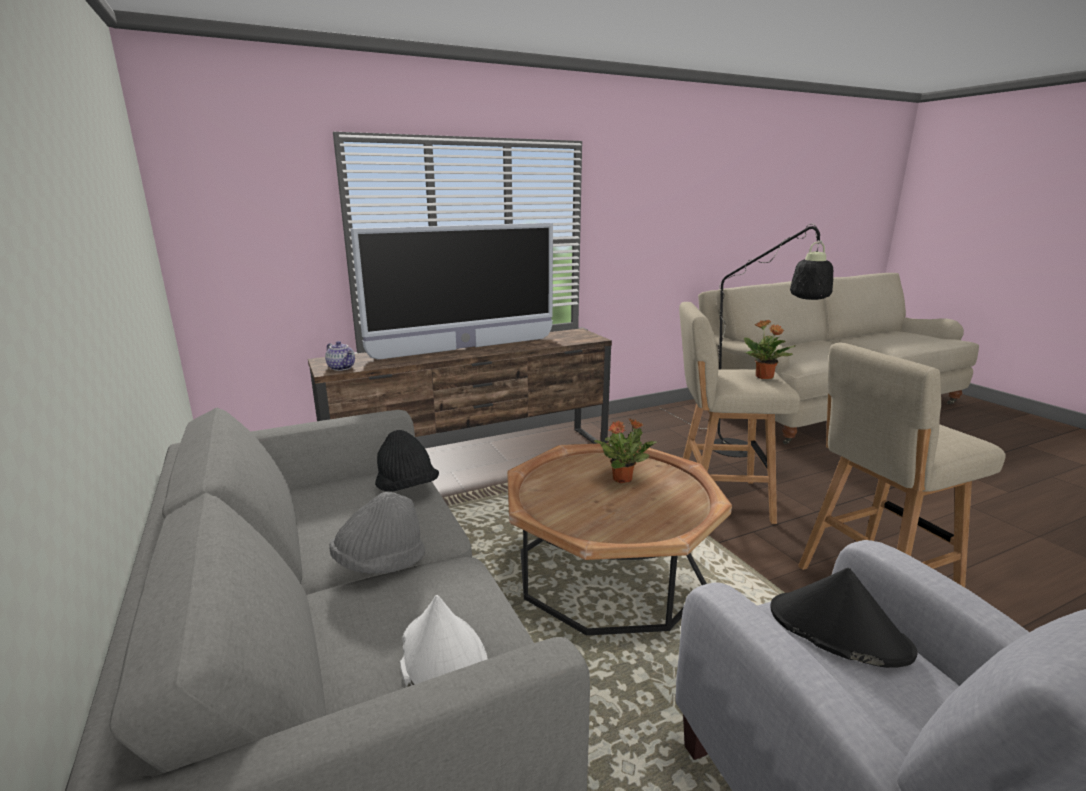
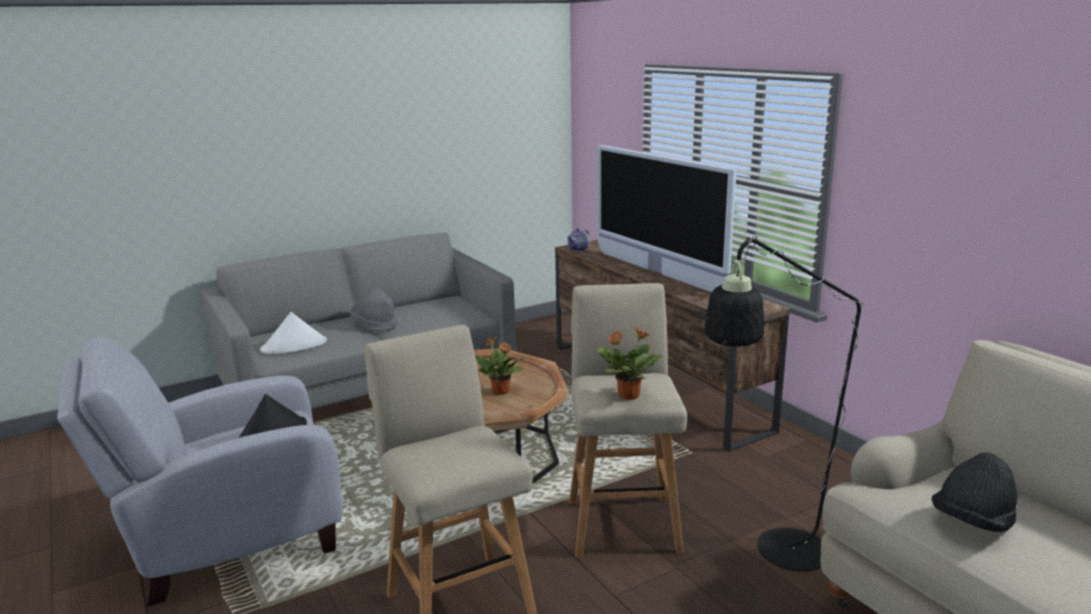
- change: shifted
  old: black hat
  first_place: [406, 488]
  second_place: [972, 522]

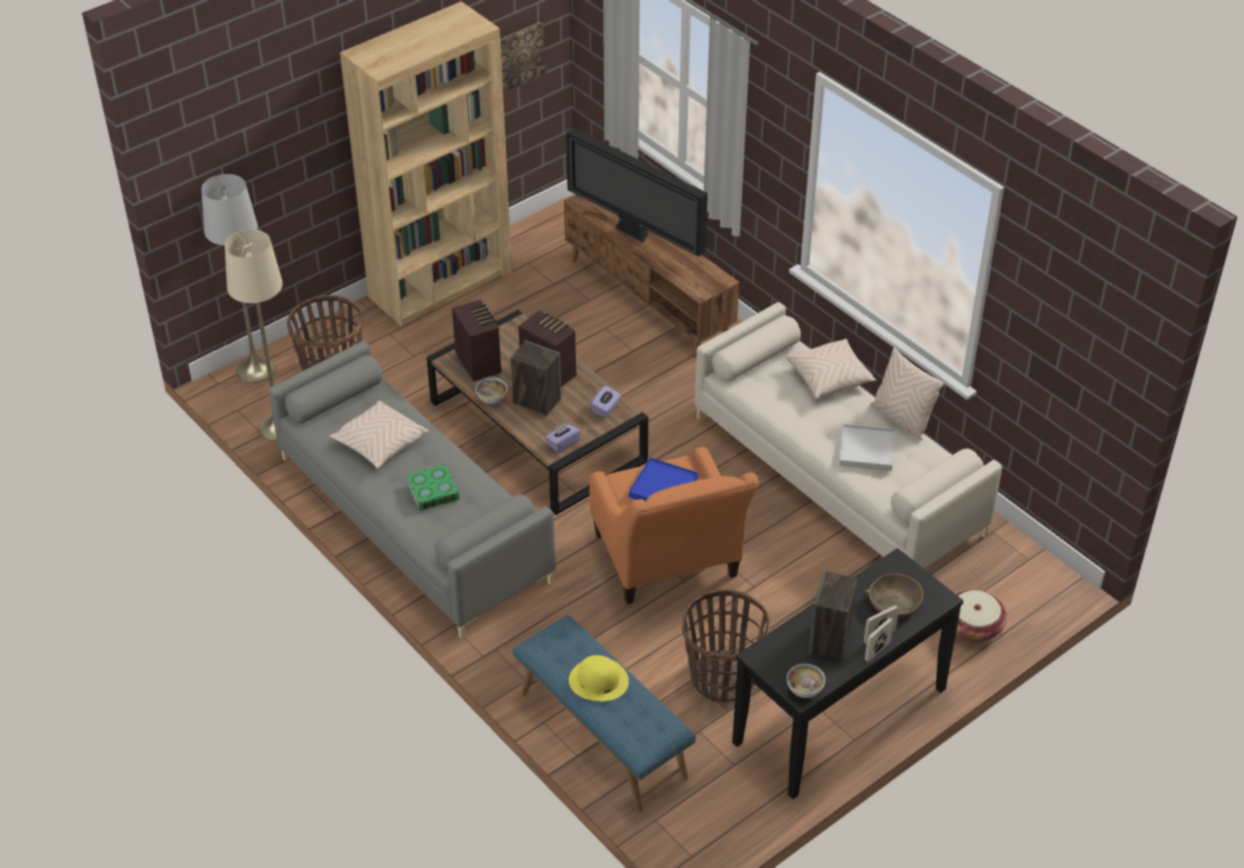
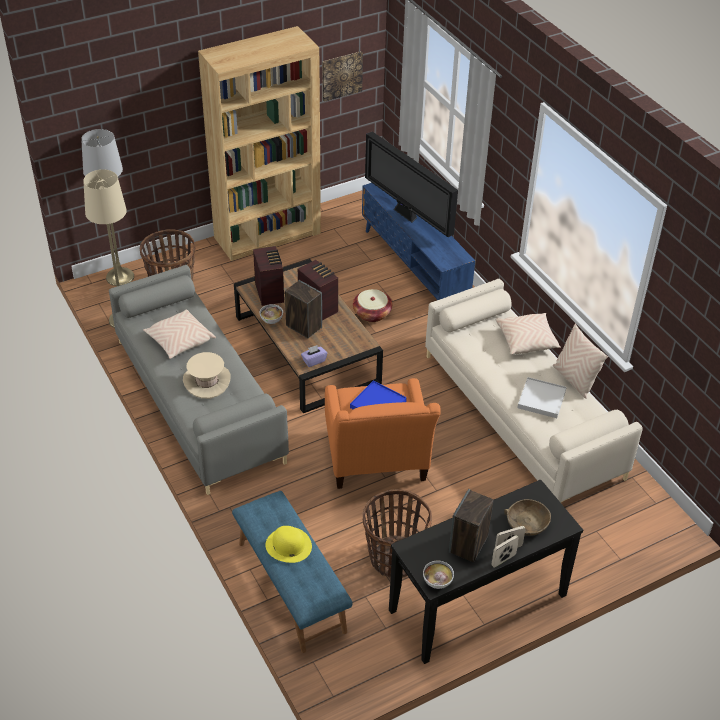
- change: swapped
  old: book
  new: beige hat
  first_place: [433, 491]
  second_place: [207, 381]
- change: repainted
  old: brown tv stand
  new: blue tv stand
  first_place: [649, 299]
  second_place: [414, 266]
- change: gone
  old: purple tissue box
  first_place: [606, 409]
- change: shifted
  old: basket
  first_place: [973, 627]
  second_place: [372, 313]

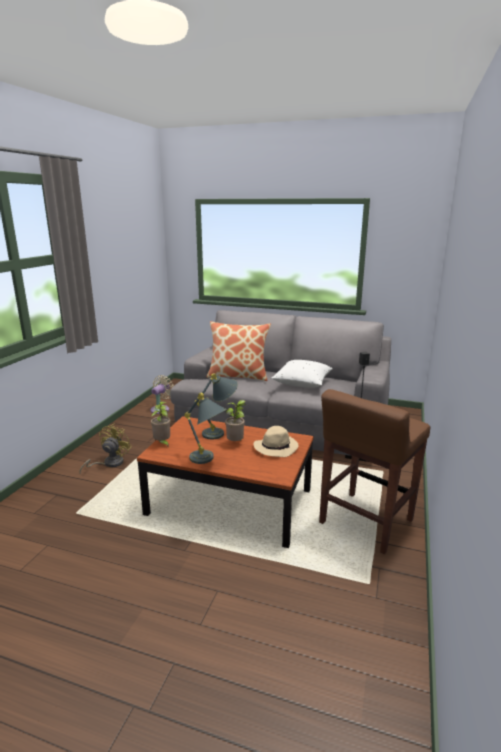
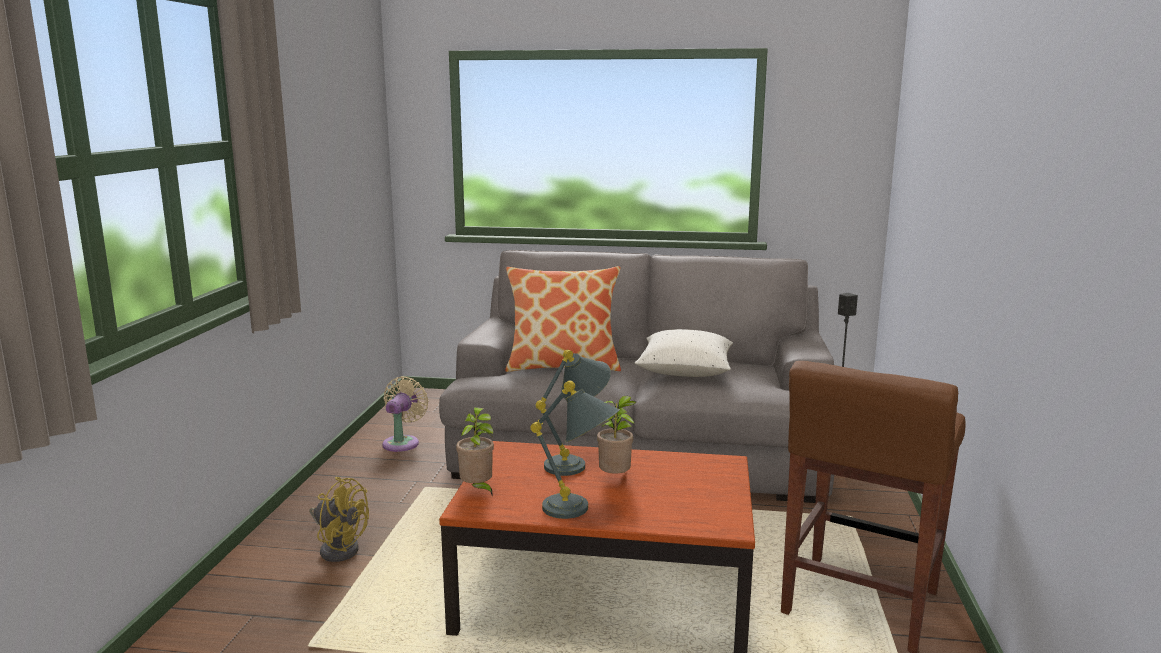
- change: rotated
  old: yellow fan
  first_place: [109, 463]
  second_place: [339, 548]
  degrees: 105
- change: gone
  old: beige hat
  first_place: [276, 447]

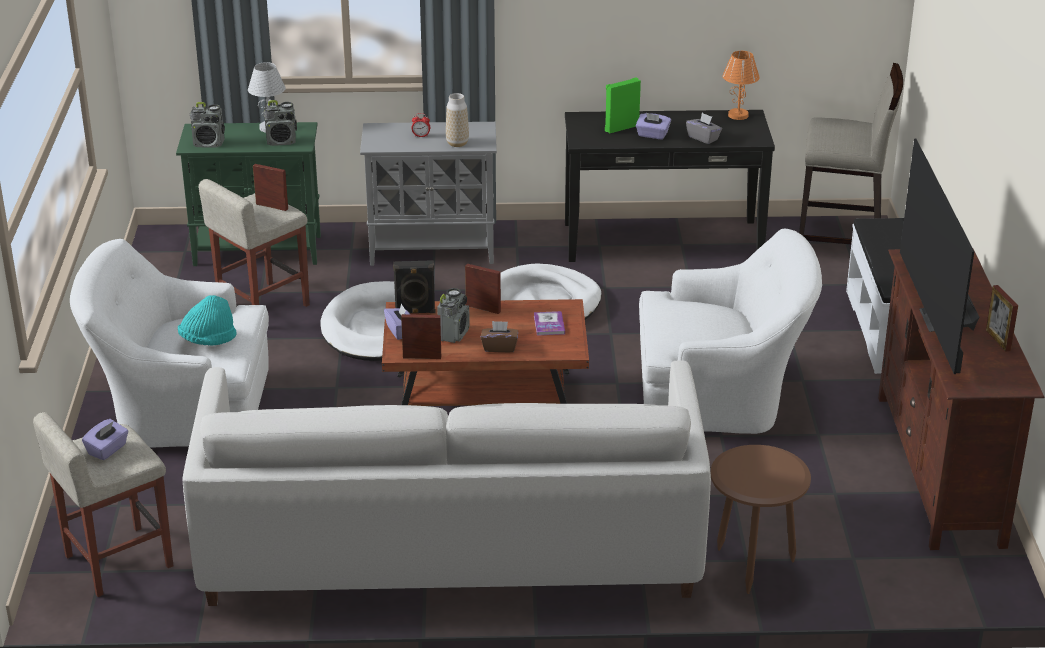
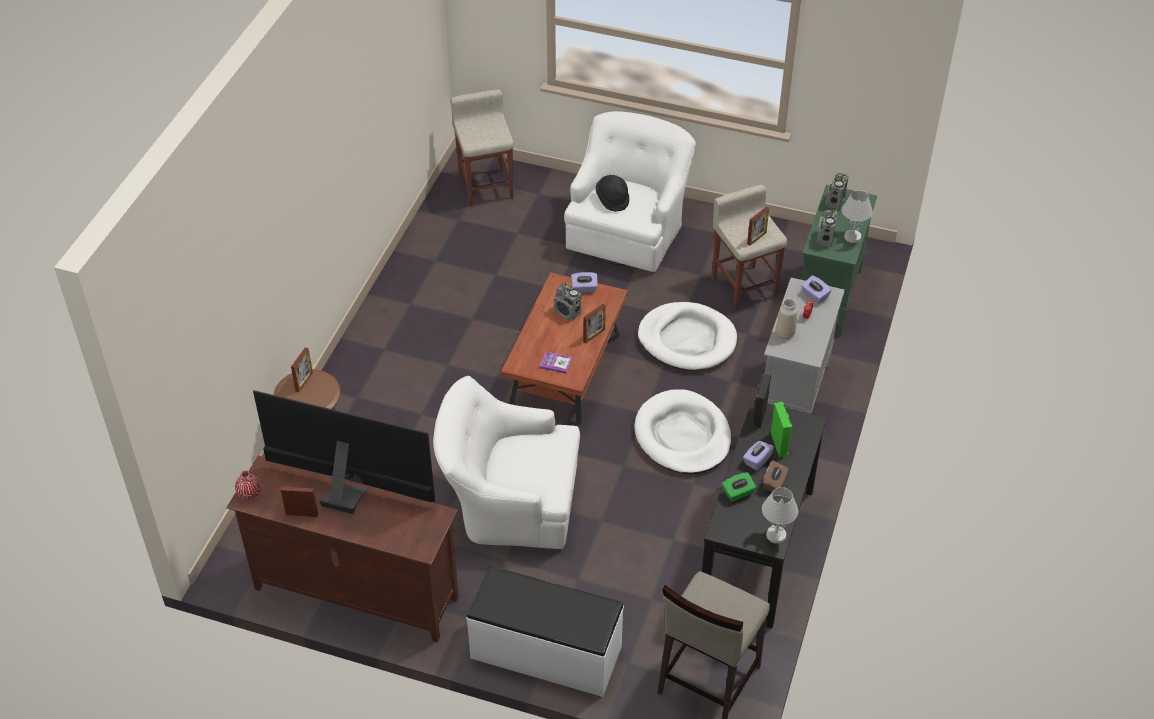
- change: shifted
  old: purple tissue box
  first_place: [107, 450]
  second_place: [814, 296]
- change: repainted
  old: turquoise hat
  new: black hat
  first_place: [208, 340]
  second_place: [613, 199]
- change: gone
  old: white sofa
  first_place: [450, 544]
- change: shifted
  old: black speaker
  first_place: [415, 312]
  second_place: [758, 415]
- change: shifted
  old: picture frame
  first_place: [422, 357]
  second_place: [304, 382]
- change: shifted
  old: brown tissue box
  first_place: [499, 347]
  second_place: [774, 483]
- change: rotated
  old: white armchair
  first_place: [722, 395]
  second_place: [509, 502]
  degrees: 75
- change: repainted
  old: grey tissue box
  new: green tissue box
  first_place: [703, 138]
  second_place: [738, 493]
- change: repainted
  old: orange table lamp
  new: white table lamp
  first_place: [738, 115]
  second_place: [775, 535]
- change: new
  new: red vase
  second_place: [249, 493]

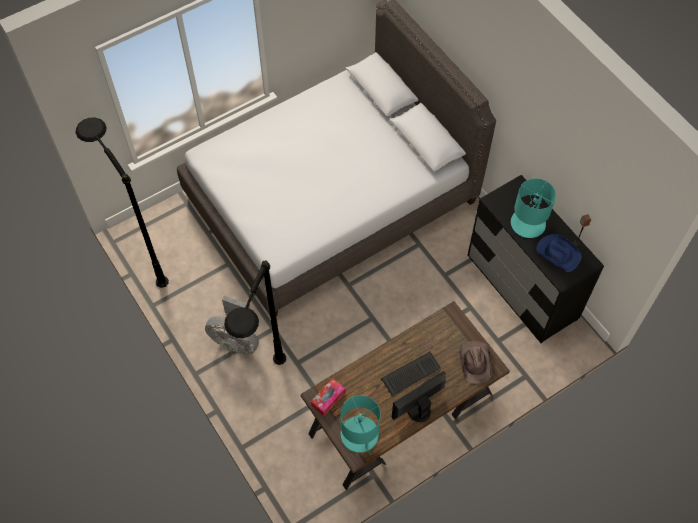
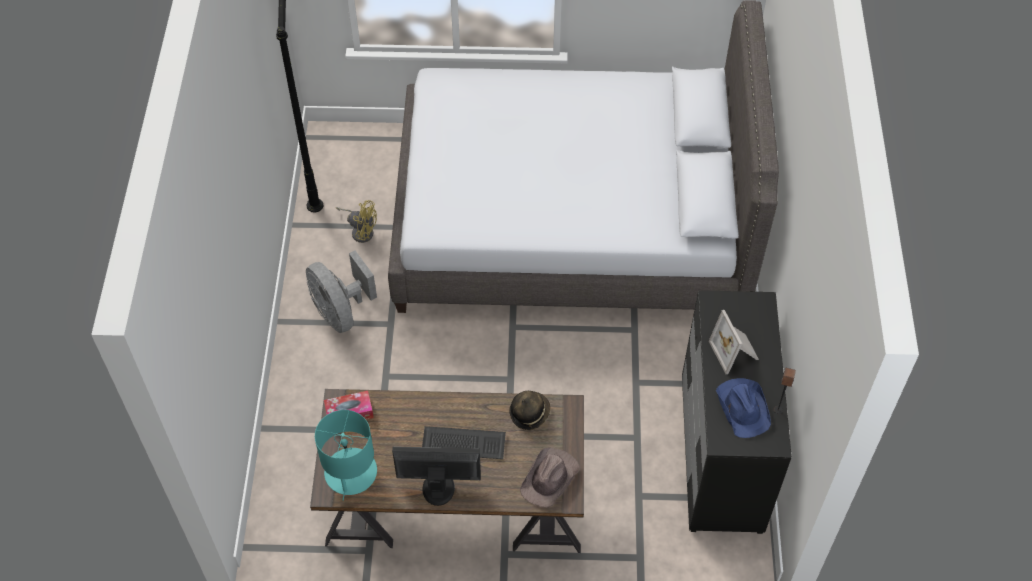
- change: gone
  old: black floor lamp
  first_place: [266, 396]
- change: swapped
  old: turquoise table lamp
  new: picture frame
  first_place: [528, 223]
  second_place: [735, 352]
- change: new
  new: yellow fan
  second_place: [361, 230]
- change: new
  new: hat
  second_place: [529, 413]

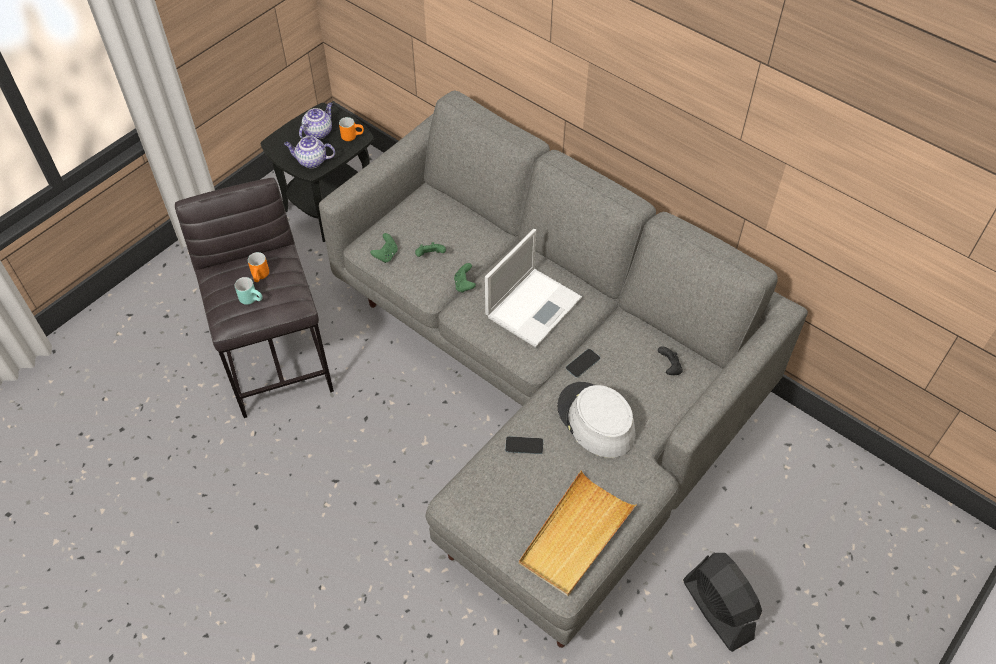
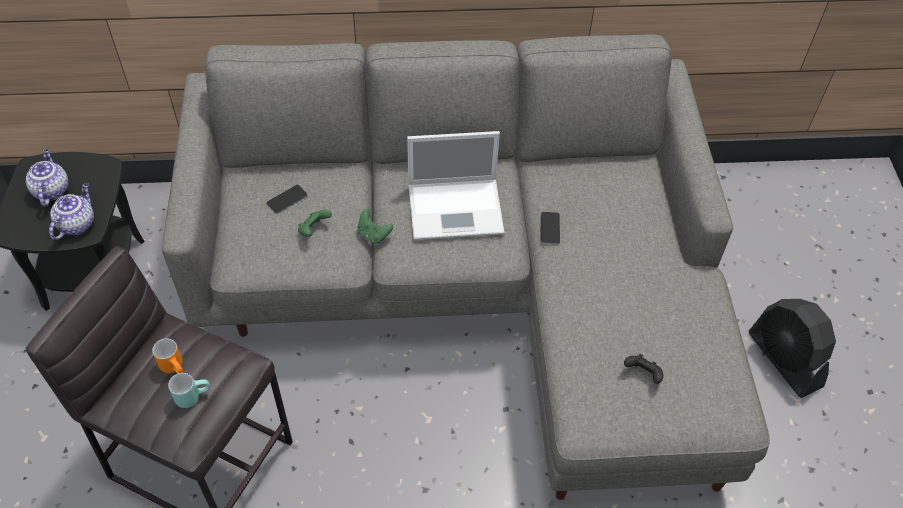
- change: rotated
  old: teapot
  first_place: [311, 161]
  second_place: [77, 223]
  degrees: 150
- change: gone
  old: orange mug
  first_place: [352, 136]
- change: gone
  old: green game controller
  first_place: [386, 255]
- change: rotated
  old: laptop
  first_place: [534, 306]
  second_place: [457, 208]
  degrees: 90
- change: shifted
  old: phone
  first_place: [524, 445]
  second_place: [287, 199]
- change: gone
  old: beige tray
  first_place: [575, 536]
- change: gone
  old: grey hat
  first_place: [595, 420]
- change: shifted
  old: black game controller
  first_place: [669, 368]
  second_place: [643, 374]
- change: rotated
  old: black fan
  first_place: [717, 609]
  second_place: [784, 360]
  degrees: -135

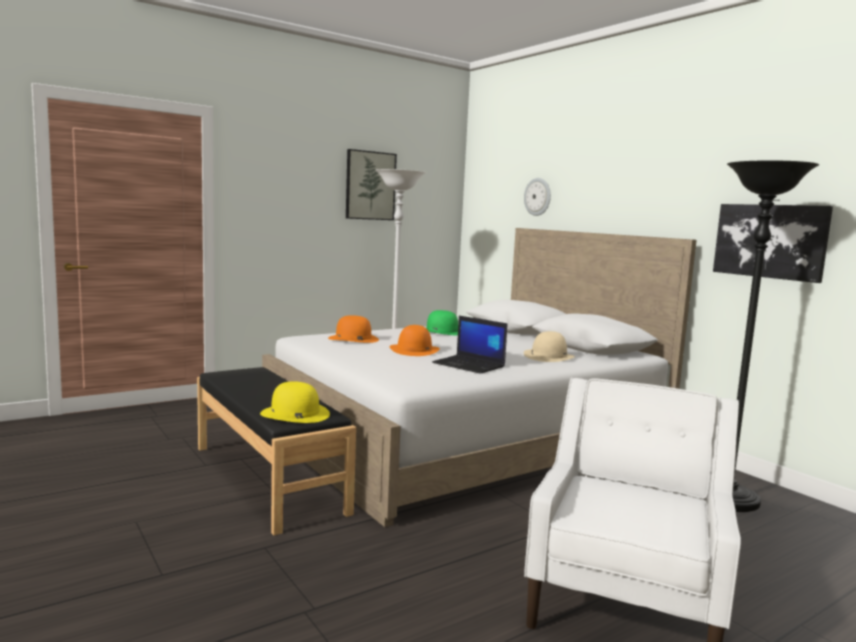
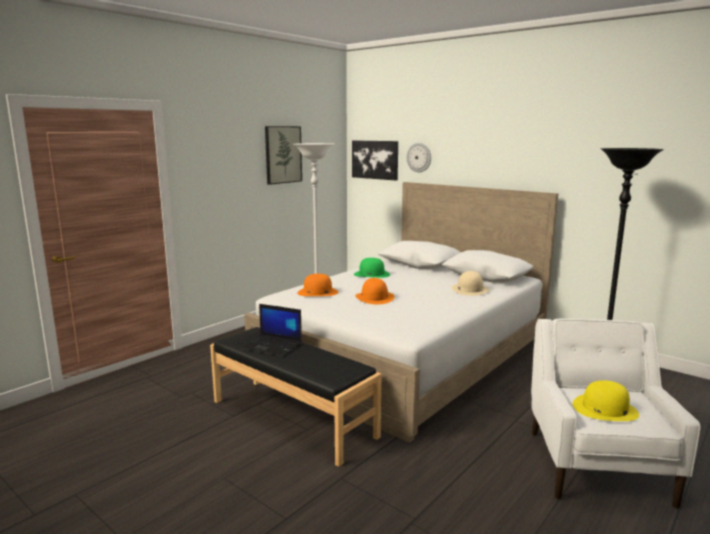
- change: shifted
  old: yellow hat
  first_place: [294, 414]
  second_place: [604, 409]
- change: shifted
  old: laptop
  first_place: [470, 365]
  second_place: [273, 346]
- change: shifted
  old: picture
  first_place: [770, 241]
  second_place: [375, 159]

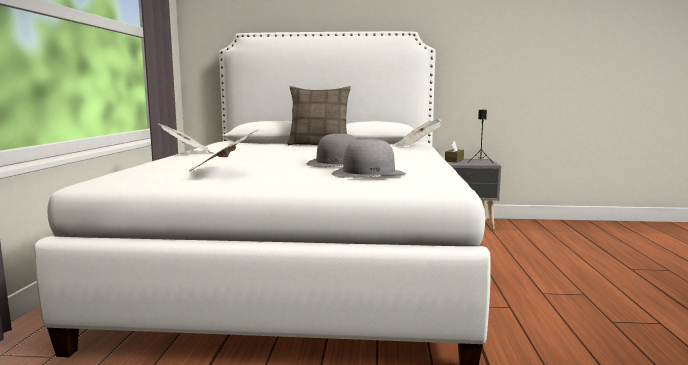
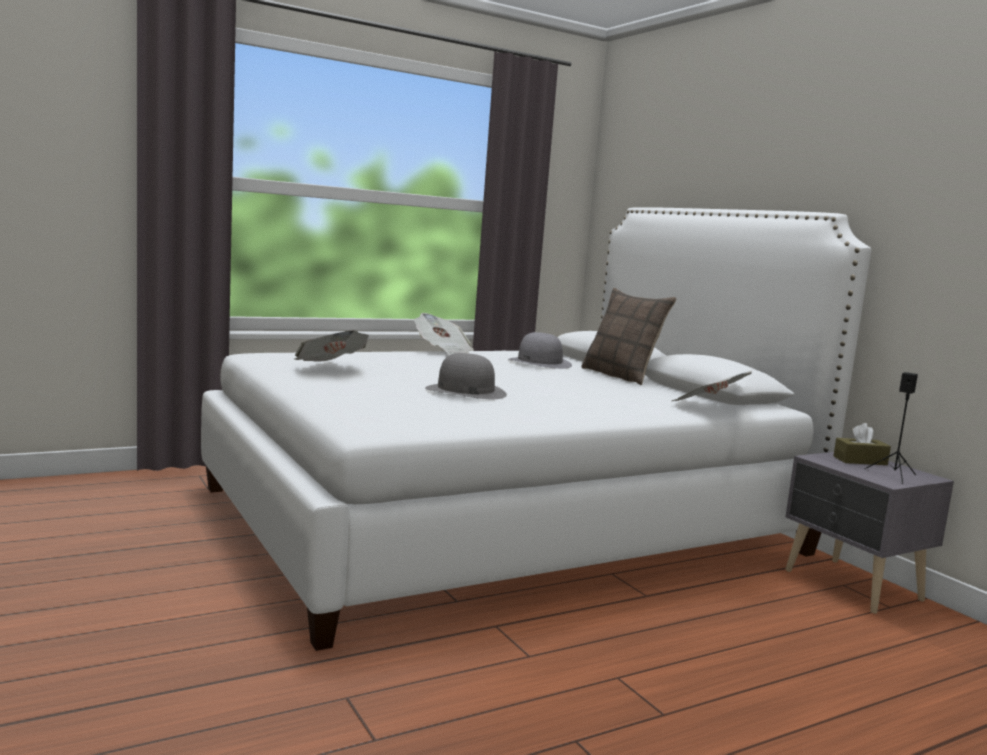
- change: shifted
  old: grey hat
  first_place: [369, 173]
  second_place: [540, 363]

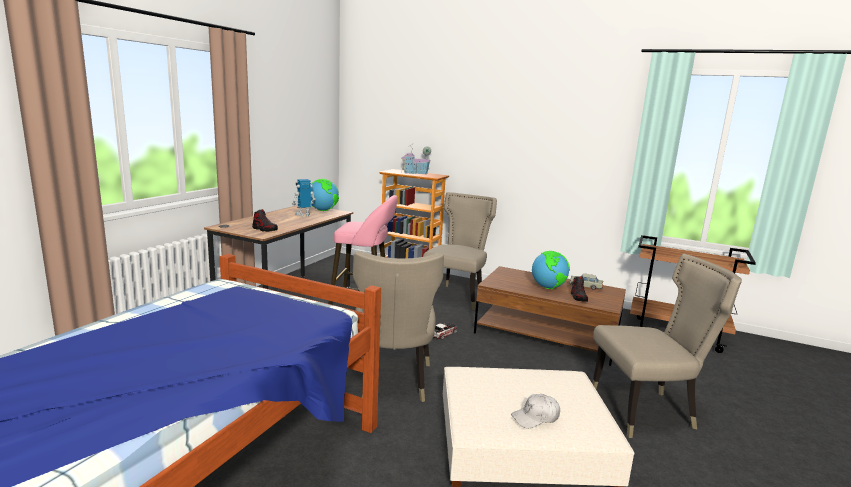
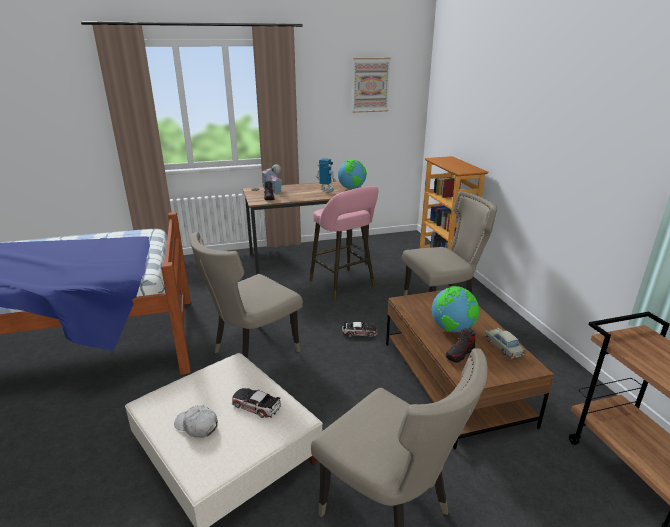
- change: shifted
  old: toy house
  first_place: [415, 173]
  second_place: [272, 190]
- change: new
  new: toy car
  second_place: [256, 405]
- change: new
  new: picture
  second_place: [370, 85]

